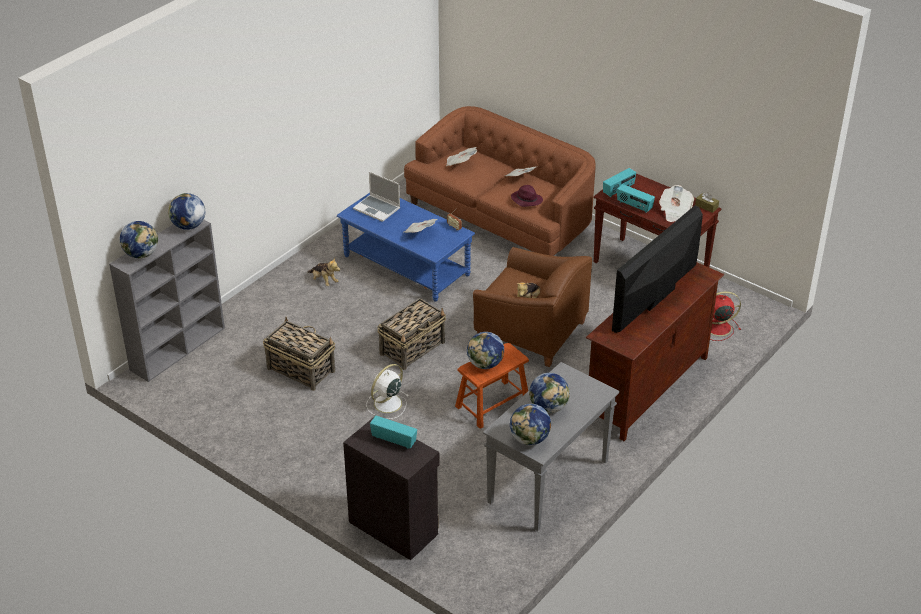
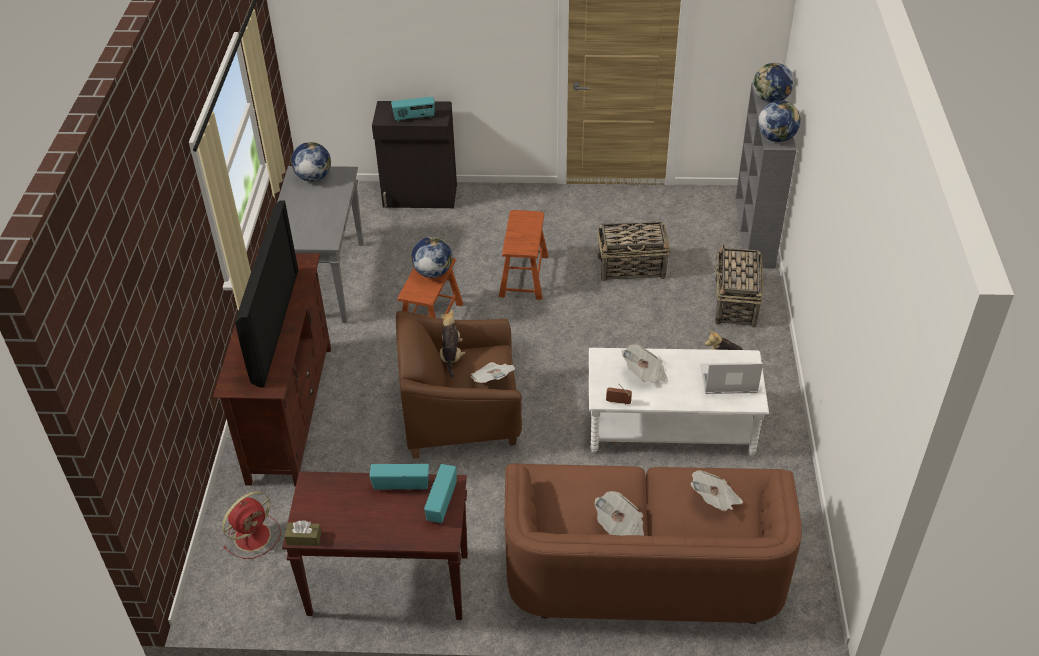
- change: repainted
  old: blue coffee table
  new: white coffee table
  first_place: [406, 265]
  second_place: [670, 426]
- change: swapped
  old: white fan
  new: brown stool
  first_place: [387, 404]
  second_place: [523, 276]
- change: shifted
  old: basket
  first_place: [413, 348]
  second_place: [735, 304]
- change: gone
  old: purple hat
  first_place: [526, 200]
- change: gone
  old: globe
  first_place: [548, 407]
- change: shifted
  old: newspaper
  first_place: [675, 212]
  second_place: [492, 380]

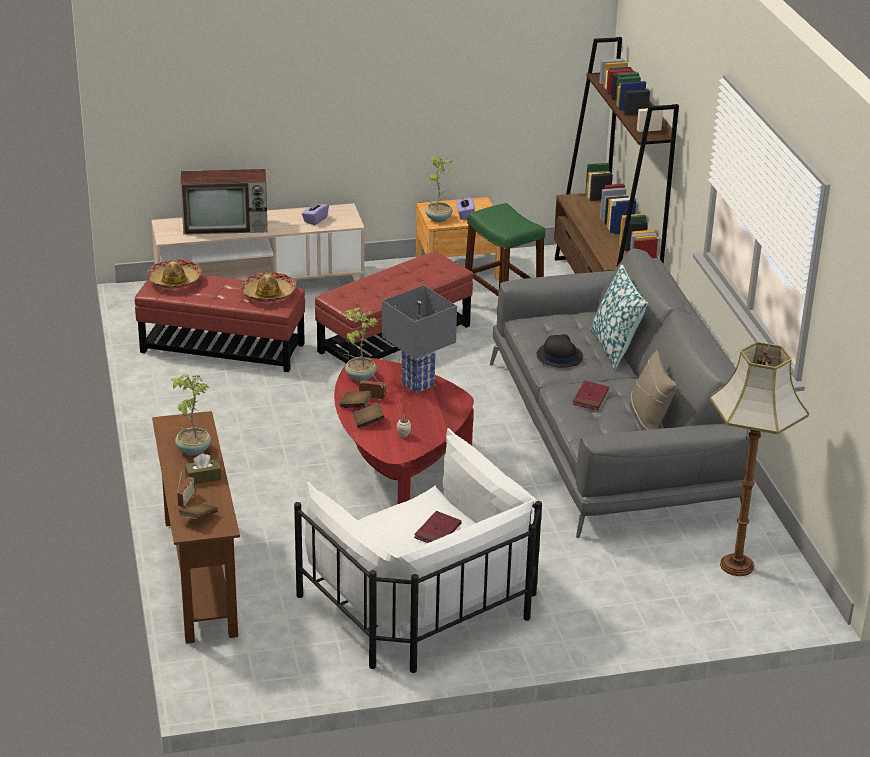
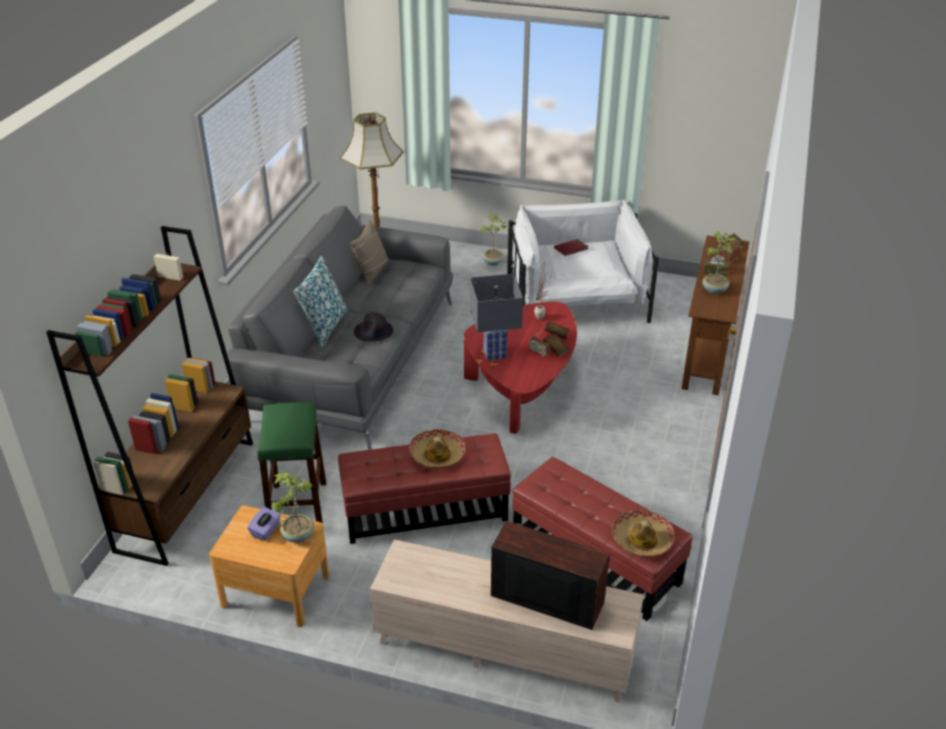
- change: shifted
  old: hat
  first_place: [268, 294]
  second_place: [437, 455]
- change: gone
  old: purple tissue box
  first_place: [315, 220]
- change: shifted
  old: potted plant
  first_place: [360, 377]
  second_place: [493, 262]
- change: gone
  old: red book
  first_place: [590, 397]

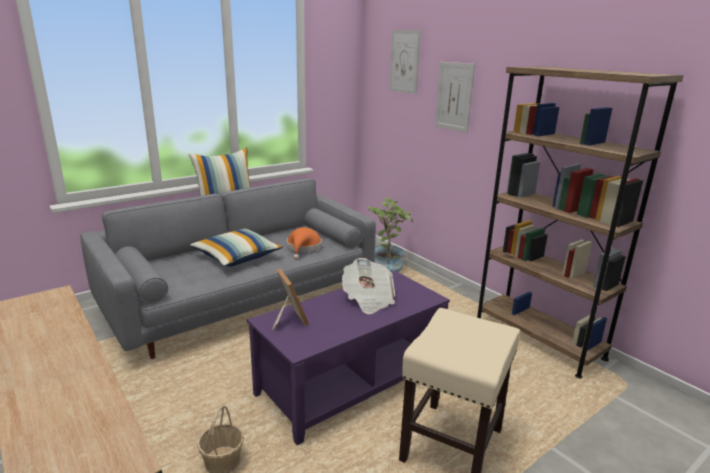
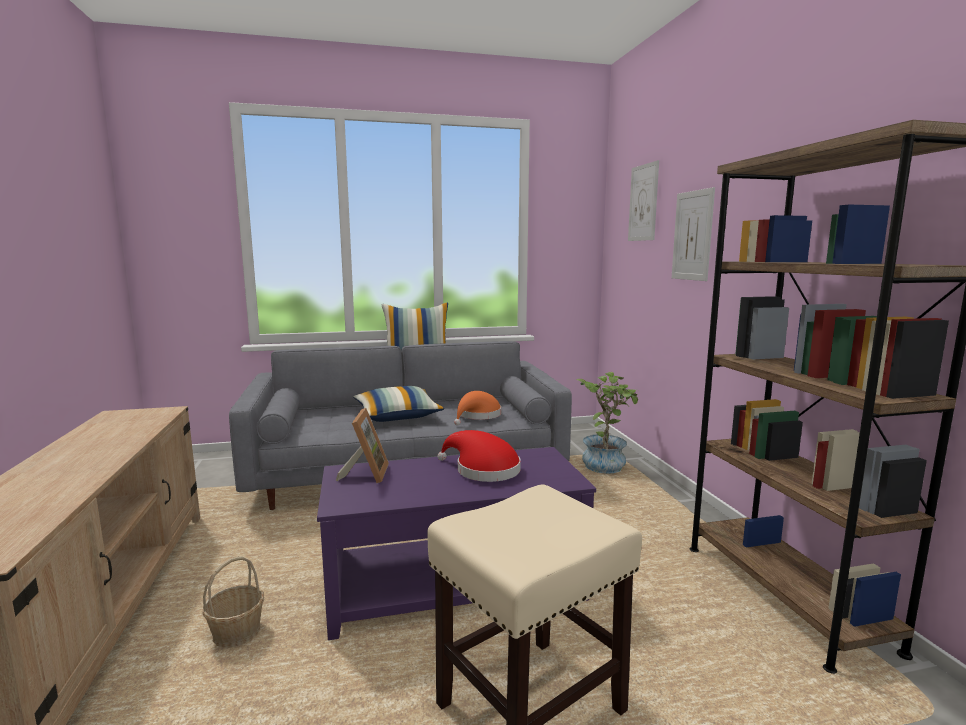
- change: swapped
  old: newspaper
  new: red hat
  first_place: [368, 299]
  second_place: [483, 470]

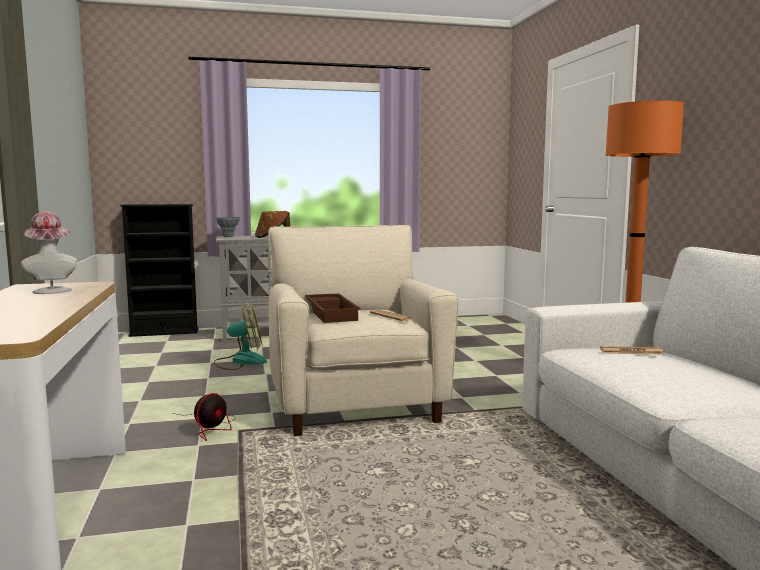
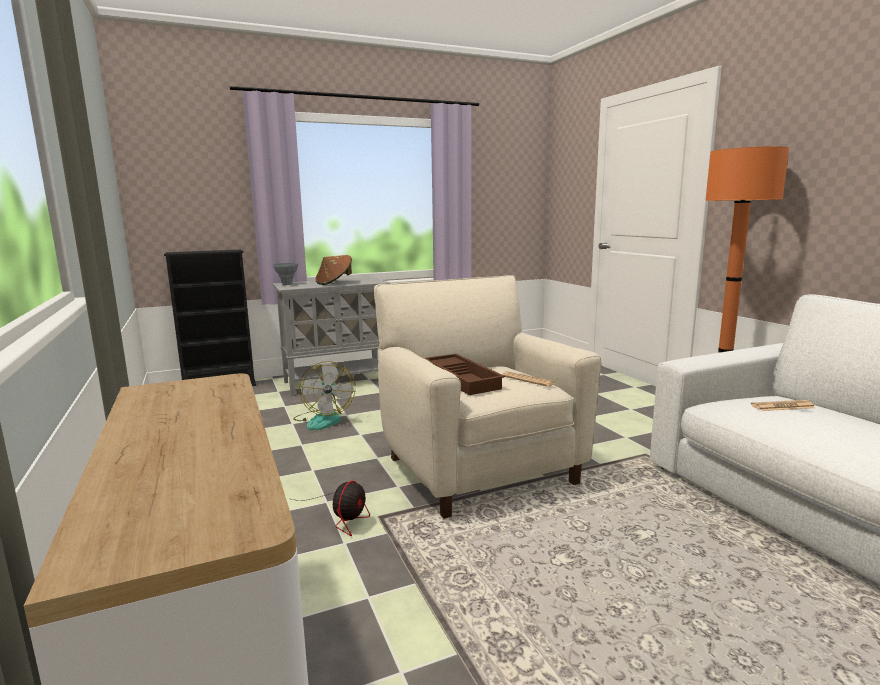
- change: gone
  old: hat
  first_place: [51, 290]
- change: rotated
  old: fan
  first_place: [240, 361]
  second_place: [324, 419]
  degrees: 105

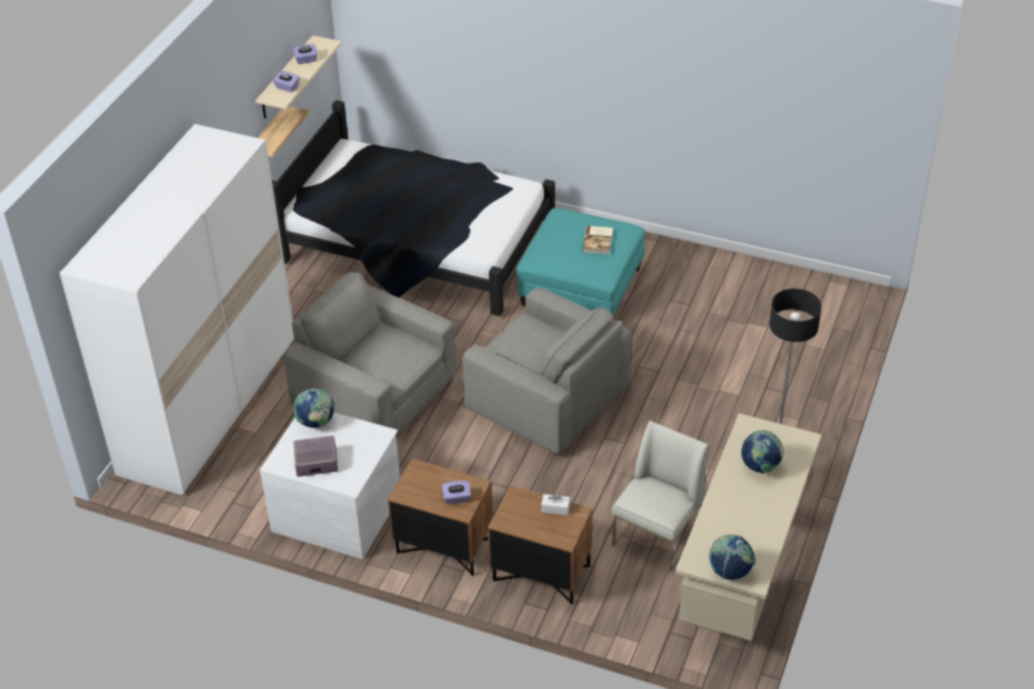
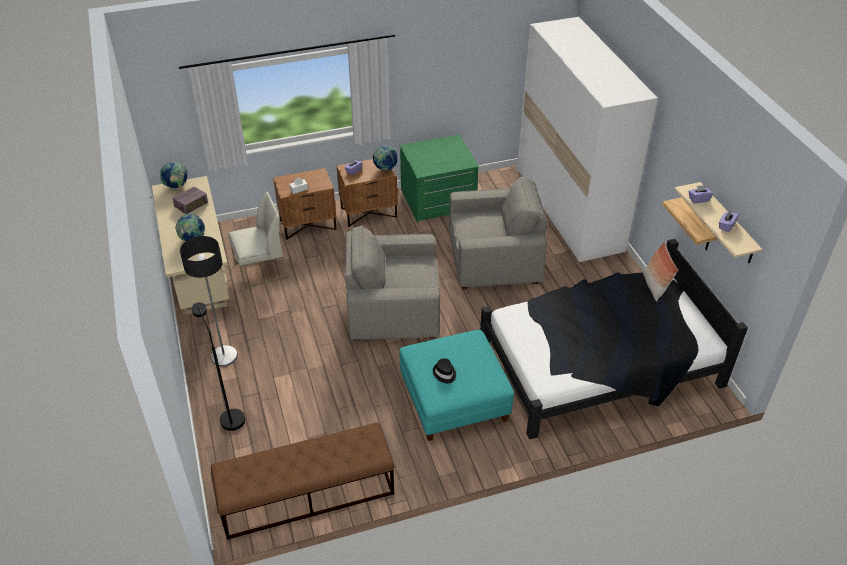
- change: repainted
  old: white dresser
  new: green dresser
  first_place: [338, 510]
  second_place: [438, 201]
- change: shifted
  old: radio
  first_place: [316, 463]
  second_place: [191, 205]
- change: shifted
  old: globe
  first_place: [316, 423]
  second_place: [385, 169]
- change: swapped
  old: book
  new: black hat
  first_place: [598, 241]
  second_place: [444, 373]
- change: rotated
  old: white chair
  first_place: [657, 536]
  second_place: [261, 270]
  degrees: -105
- change: new
  new: black floor lamp
  second_place: [229, 416]
- change: new
  new: brown bench
  second_place: [306, 495]
- change: new
  new: pillow
  second_place: [654, 286]

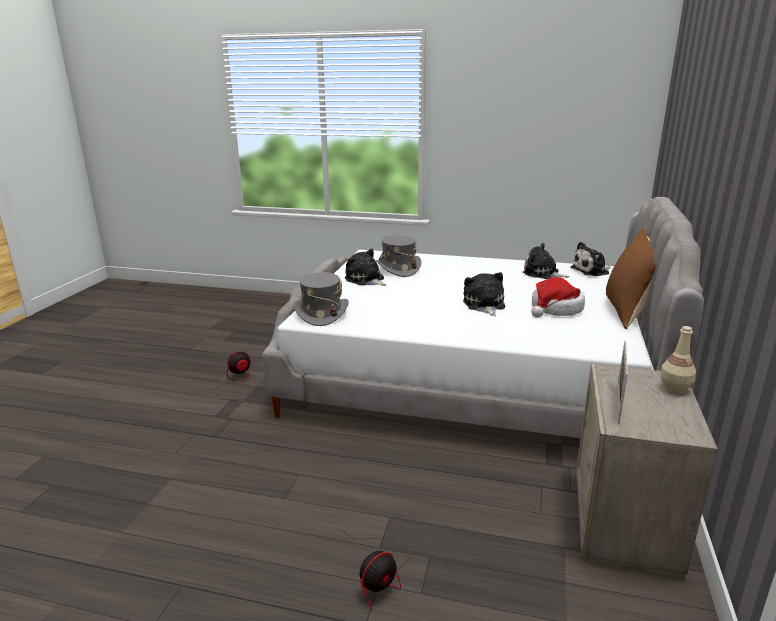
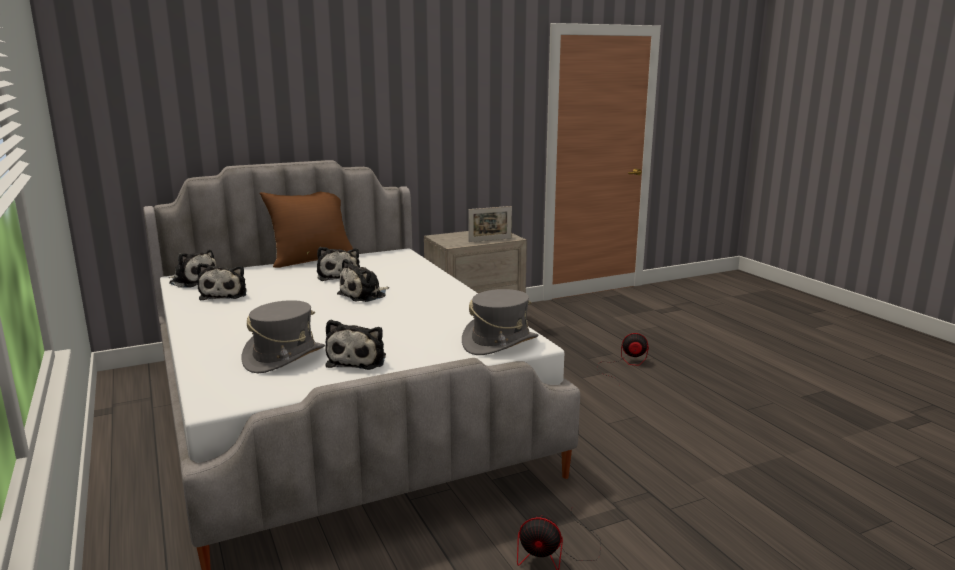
- change: swapped
  old: hat
  new: plush toy
  first_place: [555, 309]
  second_place: [338, 275]
- change: gone
  old: beige bottle
  first_place: [674, 389]

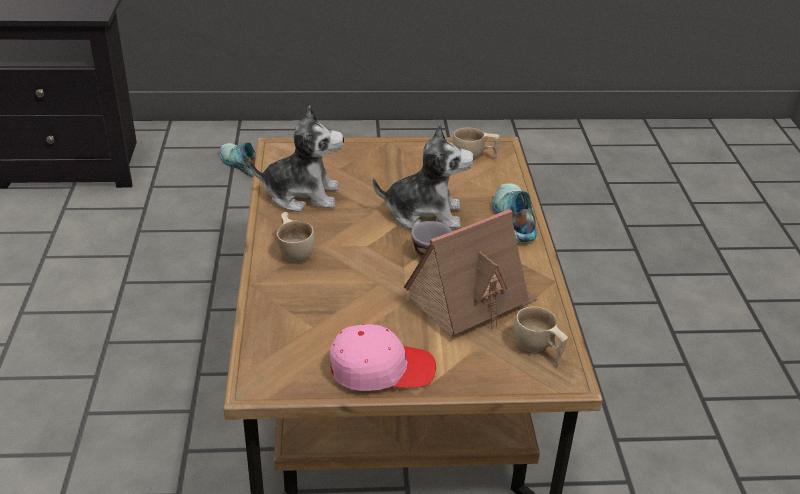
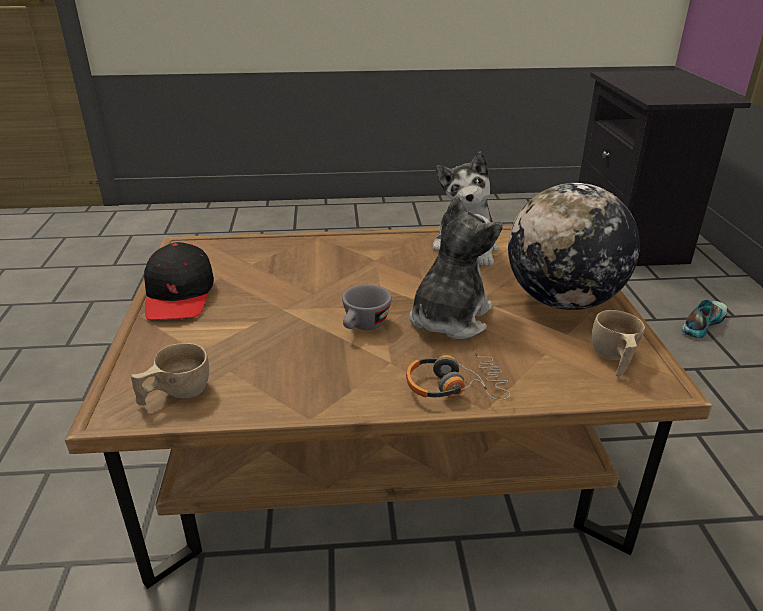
- change: gone
  old: beige cup
  first_place: [295, 250]
- change: repainted
  old: pink cap
  new: black cap
  first_place: [381, 369]
  second_place: [180, 295]
- change: rotated
  old: plush toy
  first_place: [424, 214]
  second_place: [449, 319]
  degrees: -150
- change: gone
  old: toy house
  first_place: [470, 300]
- change: swapped
  old: shoe
  new: headphones
  first_place: [512, 218]
  second_place: [455, 386]
- change: new
  new: globe
  second_place: [563, 301]

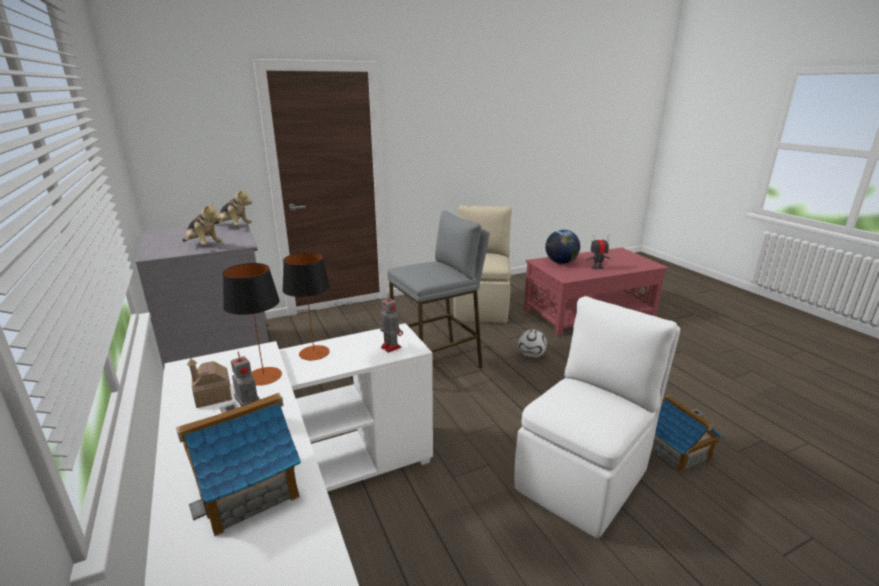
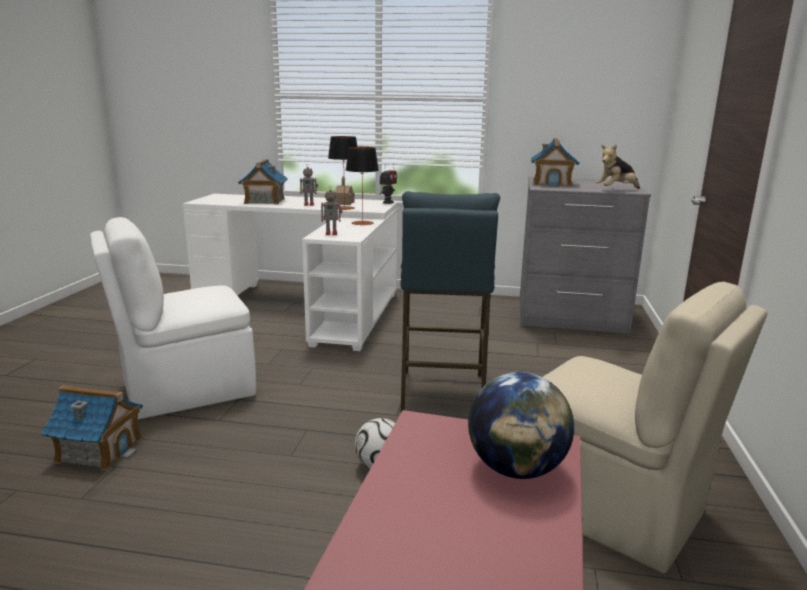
- change: swapped
  old: plush toy
  new: toy house
  first_place: [203, 246]
  second_place: [552, 183]
- change: repainted
  old: grey stool
  new: blue stool
  first_place: [438, 365]
  second_place: [441, 395]
- change: rotated
  old: white chair
  first_place: [584, 477]
  second_place: [185, 390]
  degrees: 75
- change: shifted
  old: toy robot
  first_place: [597, 268]
  second_place: [388, 202]

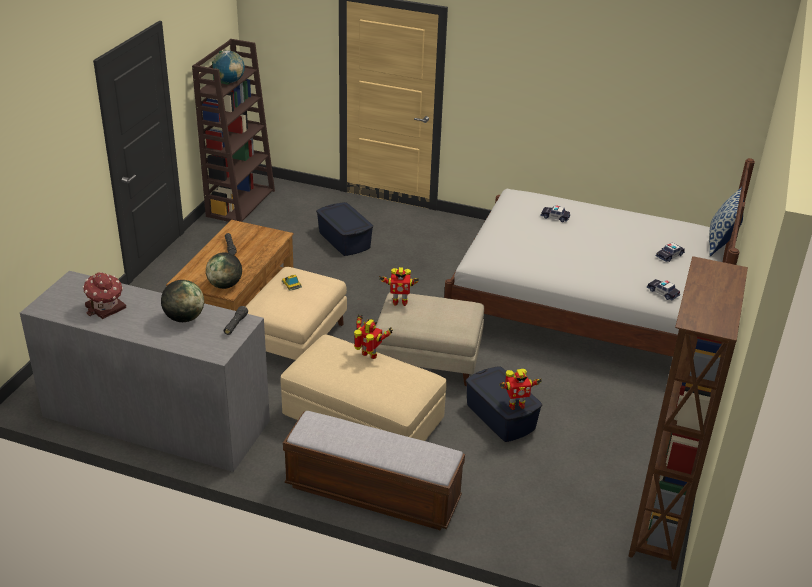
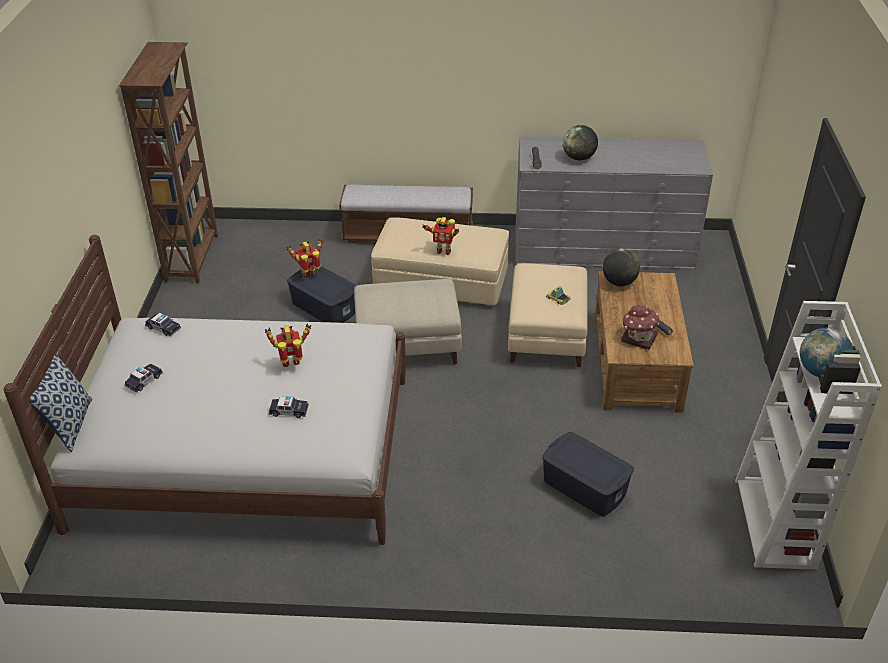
- change: shifted
  old: toy house
  first_place: [106, 308]
  second_place: [638, 338]
- change: repainted
  old: brown bookcase
  new: white bookcase
  first_place: [240, 203]
  second_place: [775, 524]
- change: shifted
  old: toy robot
  first_place: [399, 302]
  second_place: [292, 364]

